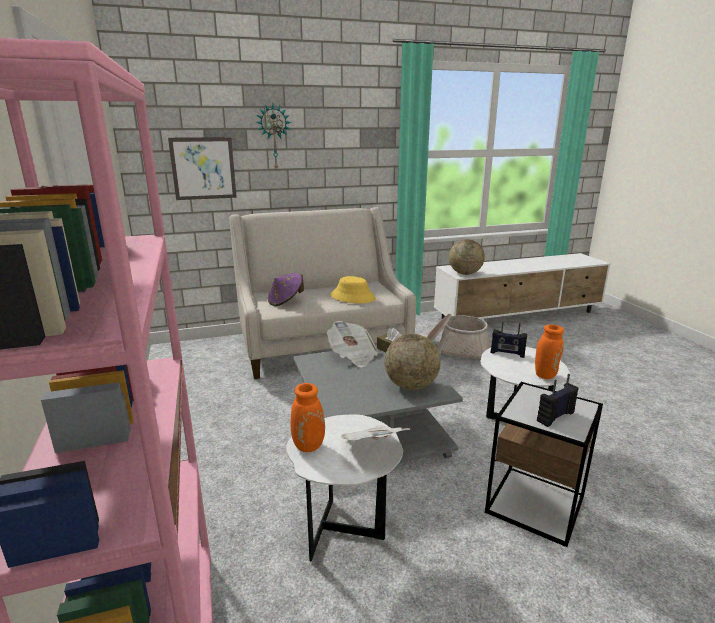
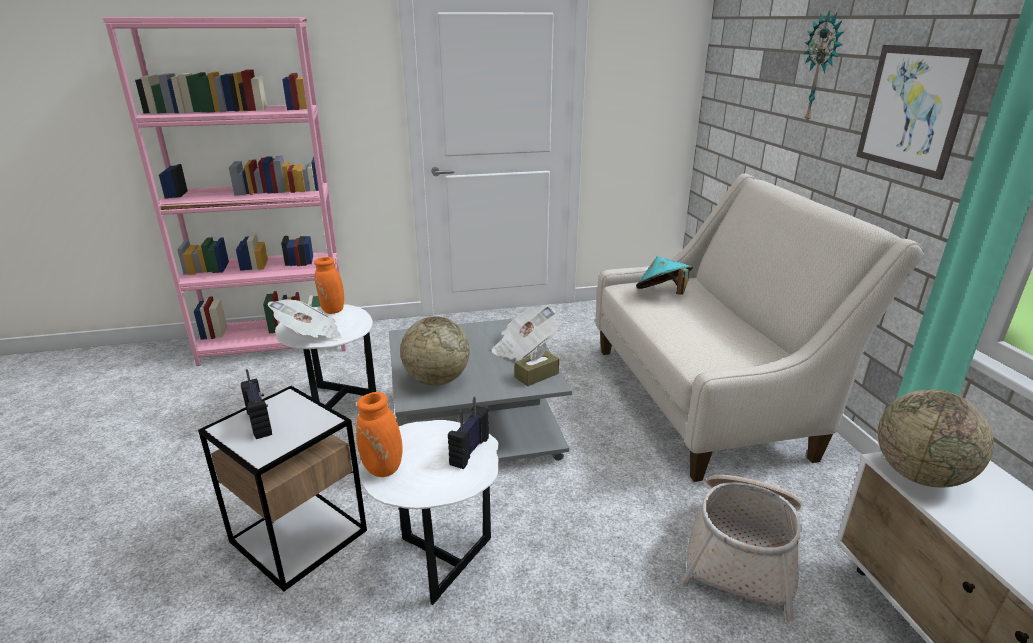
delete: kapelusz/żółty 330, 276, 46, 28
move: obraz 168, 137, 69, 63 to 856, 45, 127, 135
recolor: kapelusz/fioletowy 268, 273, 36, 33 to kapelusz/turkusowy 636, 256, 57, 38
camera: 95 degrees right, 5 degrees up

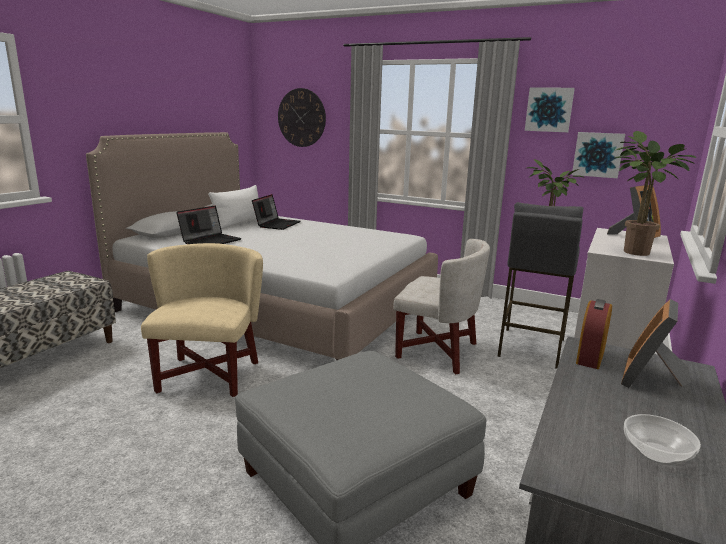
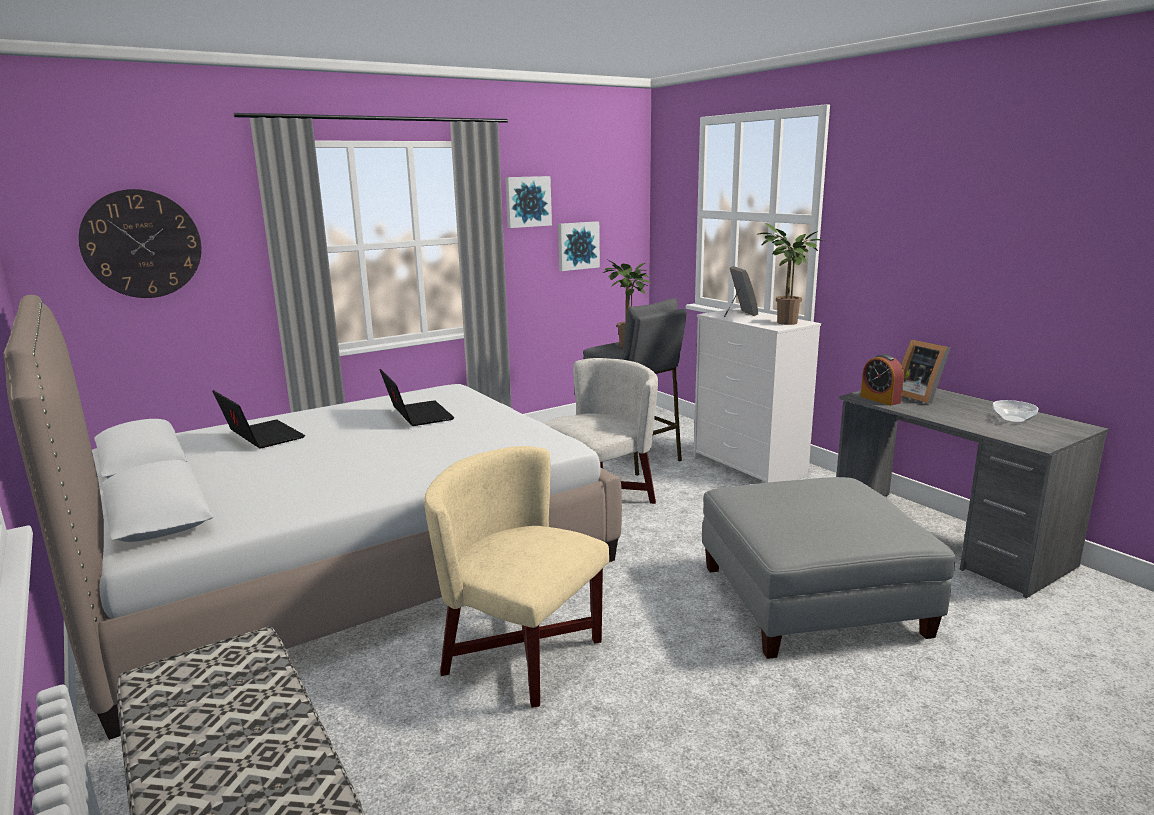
delete: poduszka/biały 208, 185, 51, 44
move: laptop 176, 206, 66, 38 to 380, 369, 75, 57
camera: 60 degrees left, 0 degrees up

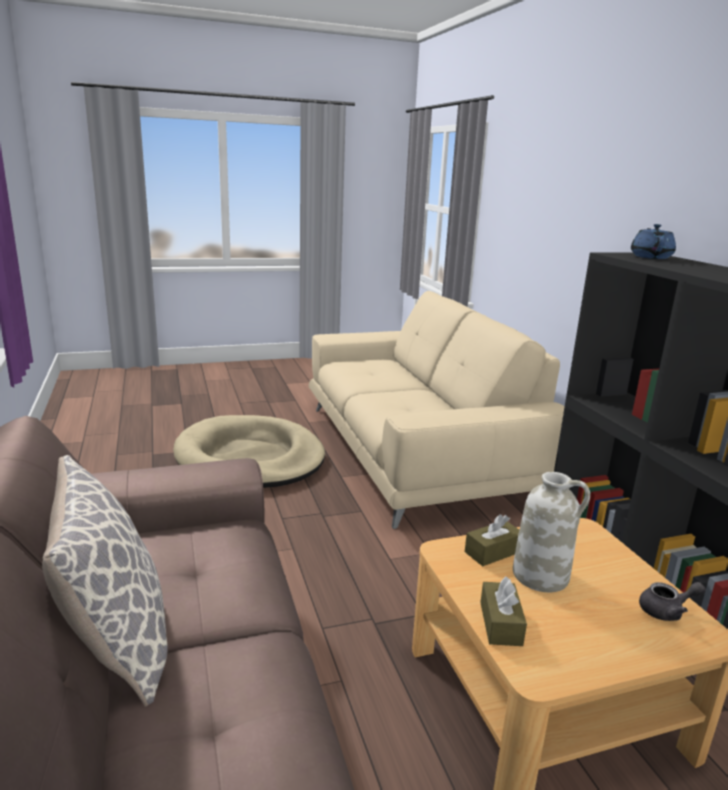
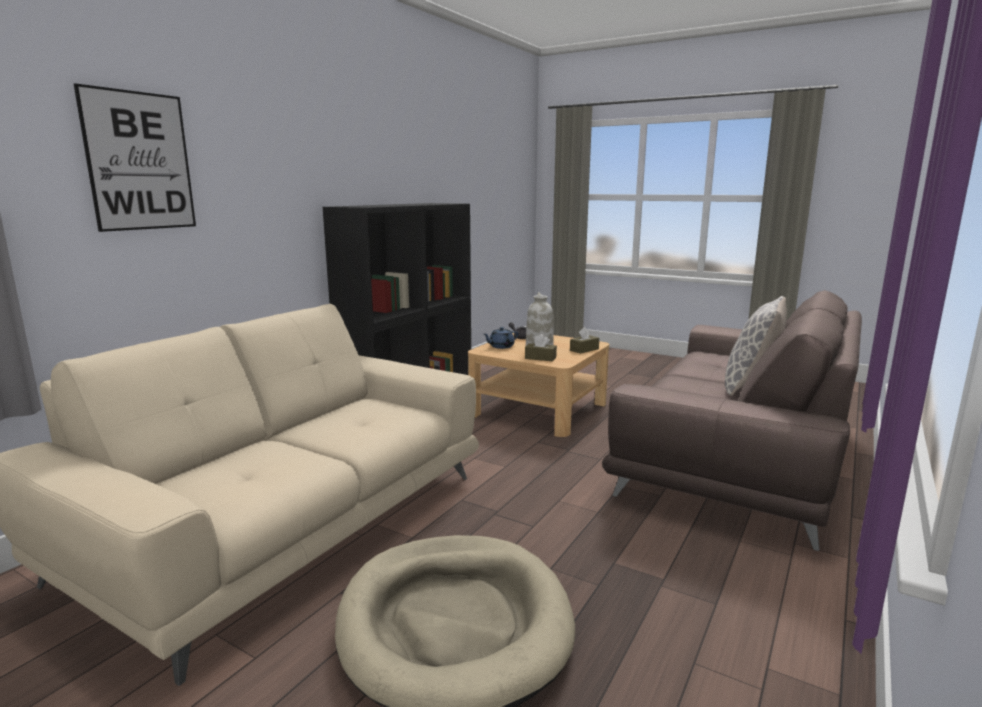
insert: obraz 74, 83, 122, 149
move: imbryk/niebieski 631, 224, 45, 35 to 484, 327, 34, 22
camera: 130 degrees left, 5 degrees down

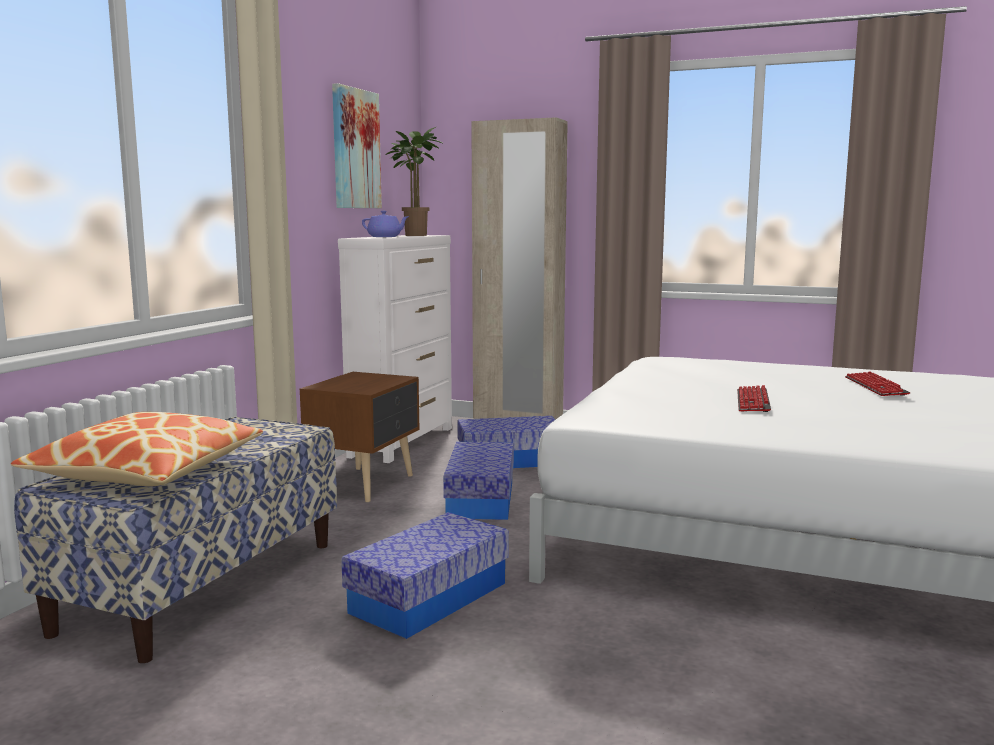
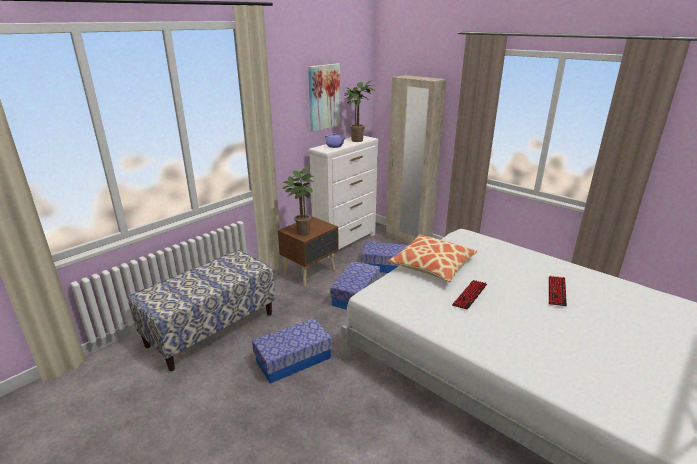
insert: roślina doniczkowa 282, 166, 32, 70
move: poduszka 11, 412, 252, 74 to 388, 234, 89, 49
camera: 20 degrees right, 15 degrees up

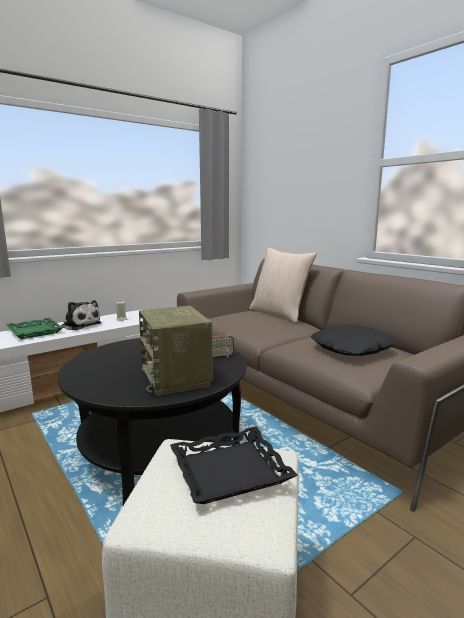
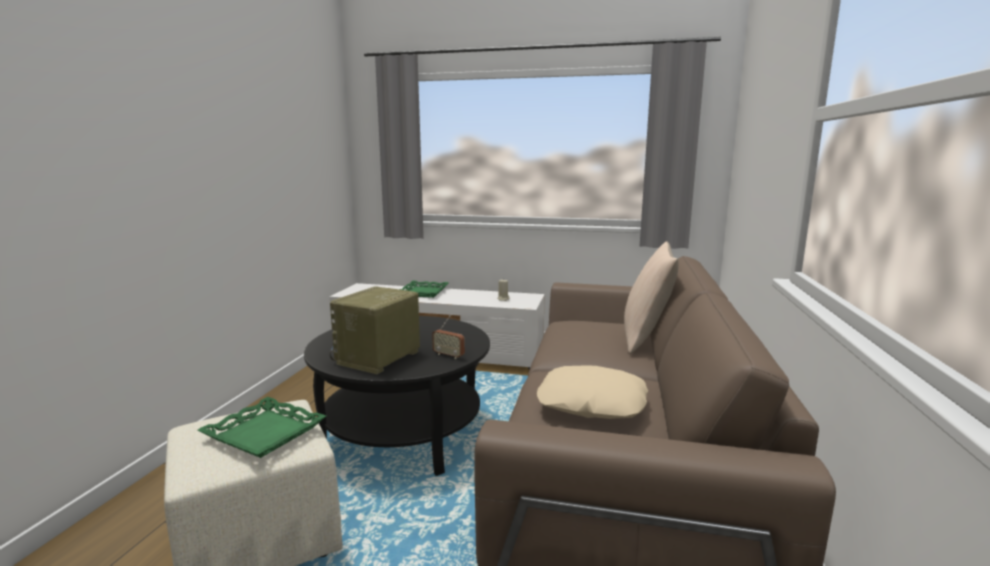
delete: pluszak 61, 300, 41, 30
recolor: poduszka/czarny 311, 325, 85, 31 to poduszka/beżowy 537, 366, 111, 53; taca/czarny 170, 427, 128, 77 to taca/zielony 198, 397, 128, 61
camera: 50 degrees right, 0 degrees up

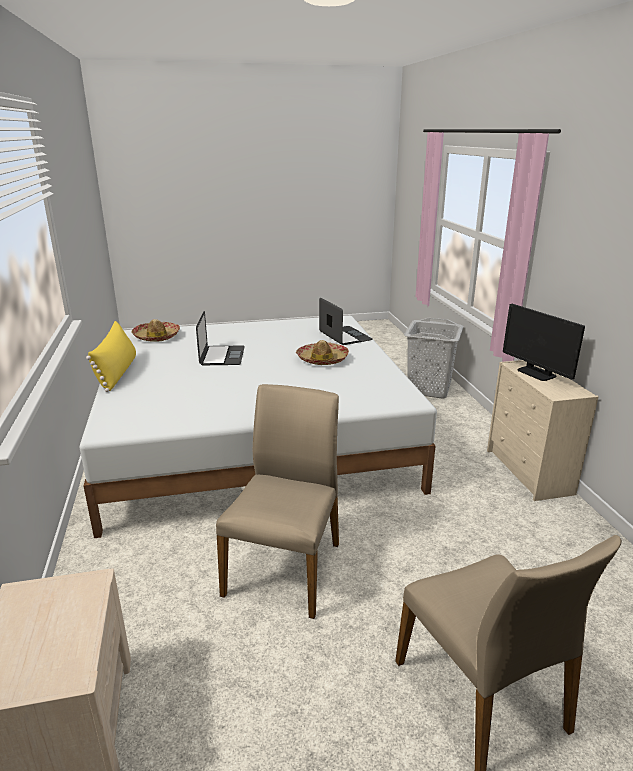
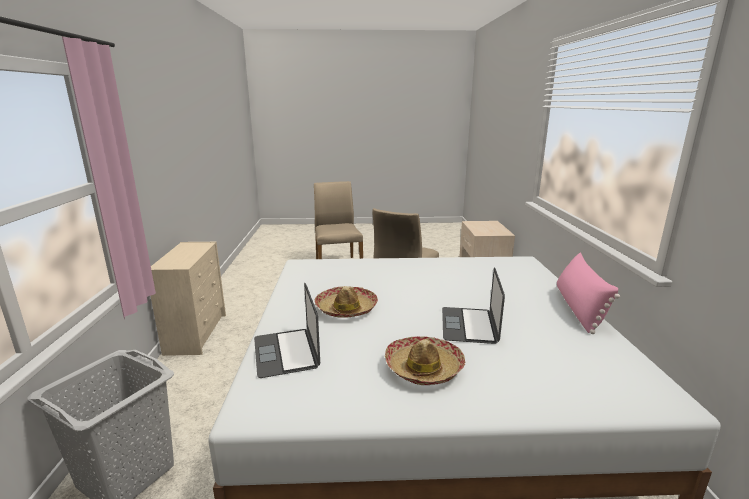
delete: monitor 503, 304, 82, 77
move: kapelusz 131, 319, 49, 23 to 385, 336, 80, 49
recolor: poduszka/żółty 86, 321, 50, 71 to poduszka/różowy 557, 252, 63, 82
camera: 170 degrees left, 5 degrees down

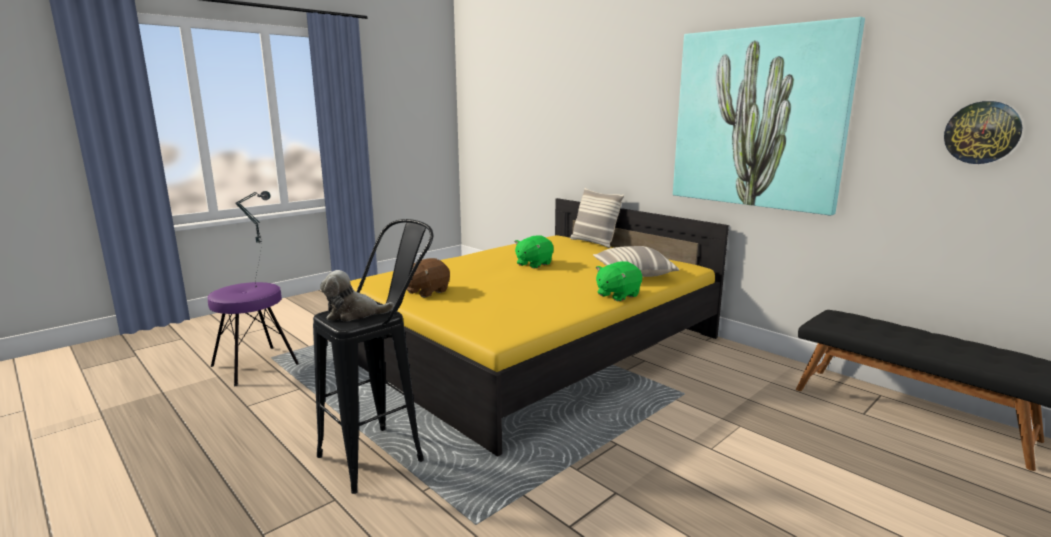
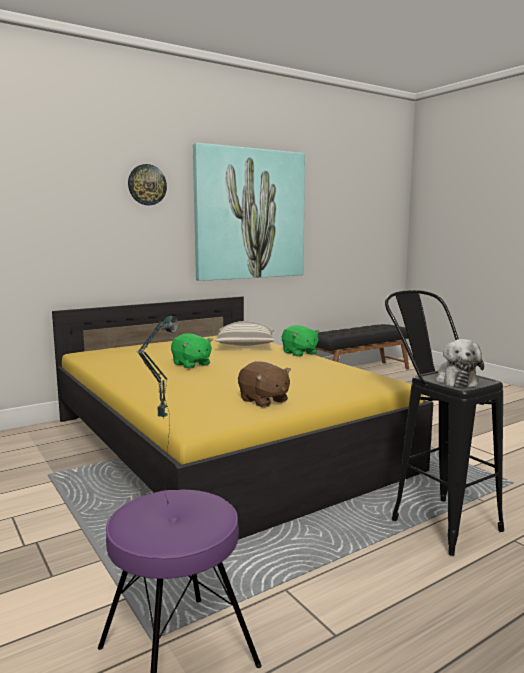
delete: poduszka 570, 188, 54, 60
move: zegar ścienny 944, 101, 78, 63 to 128, 164, 39, 41
camera: 80 degrees left, 5 degrees down

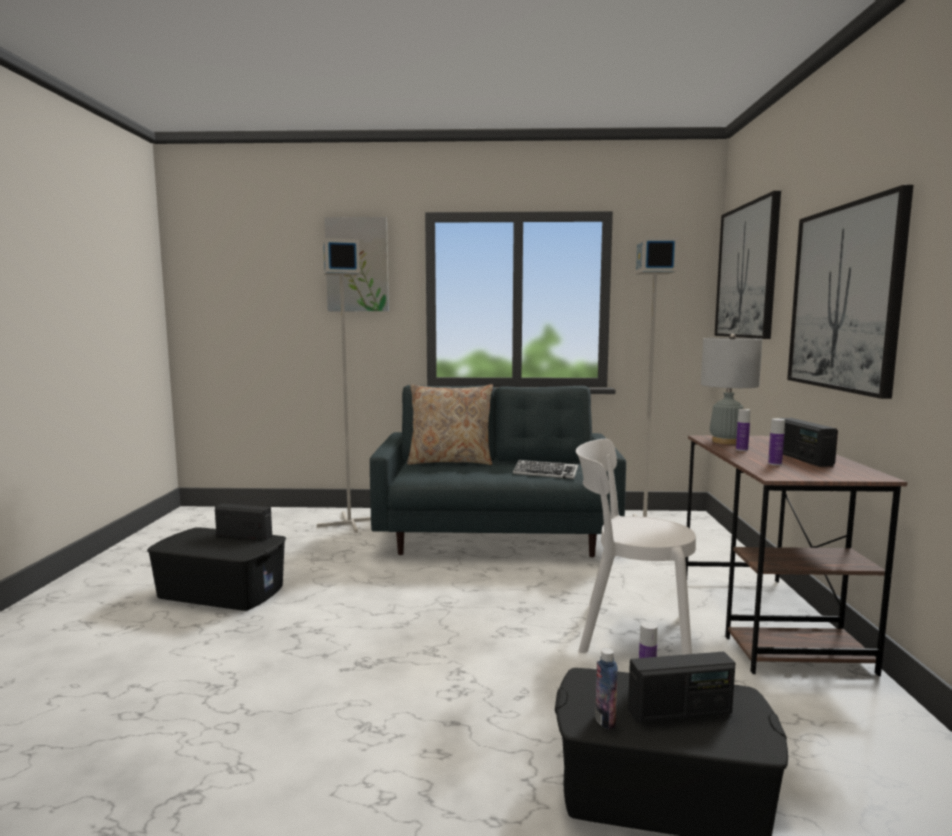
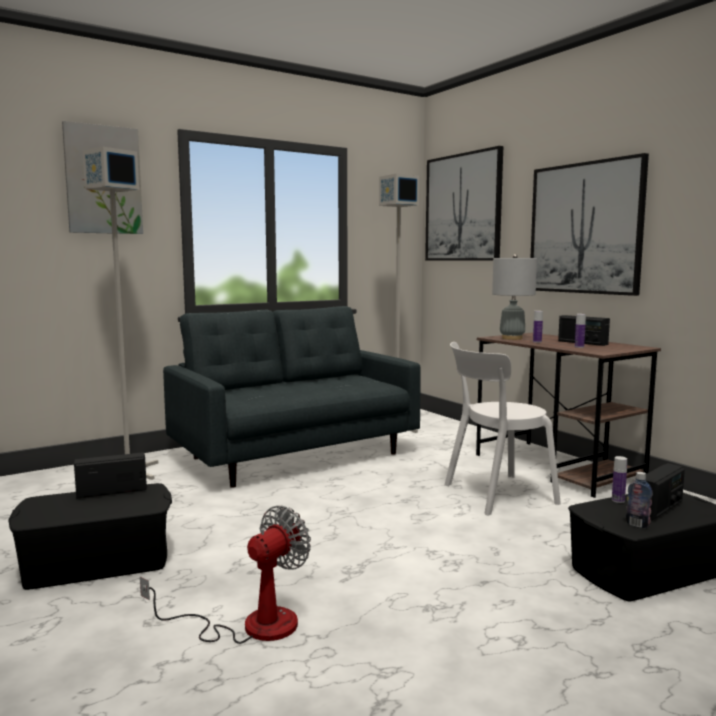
delete: poduszka/beżowy 407, 384, 86, 81; klawiatura 513, 460, 65, 19
insert: wentylator 140, 505, 171, 139
camera: 35 degrees left, 0 degrees up

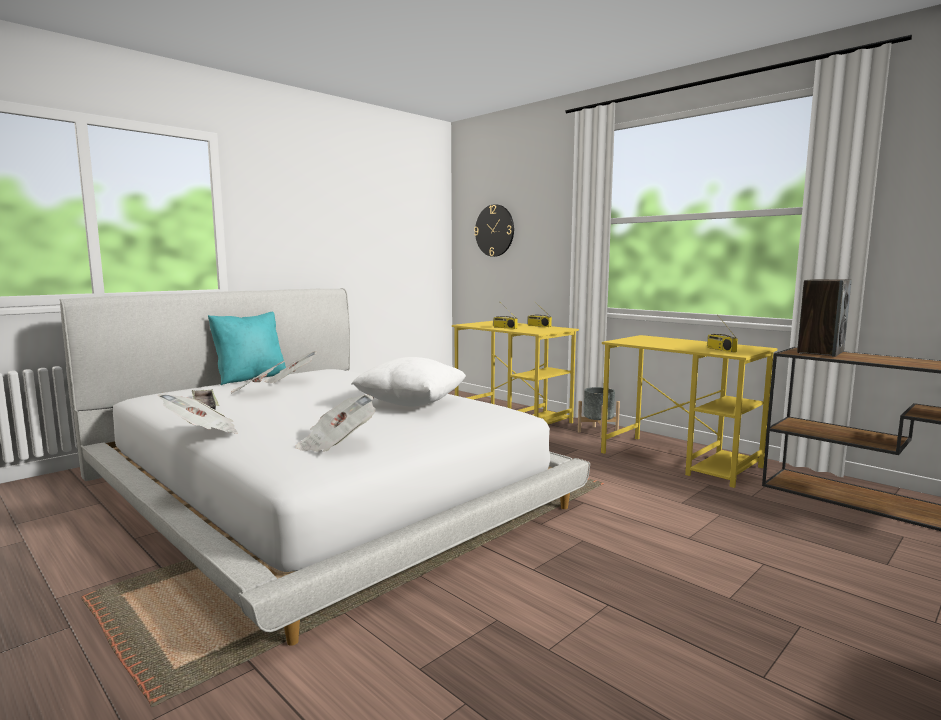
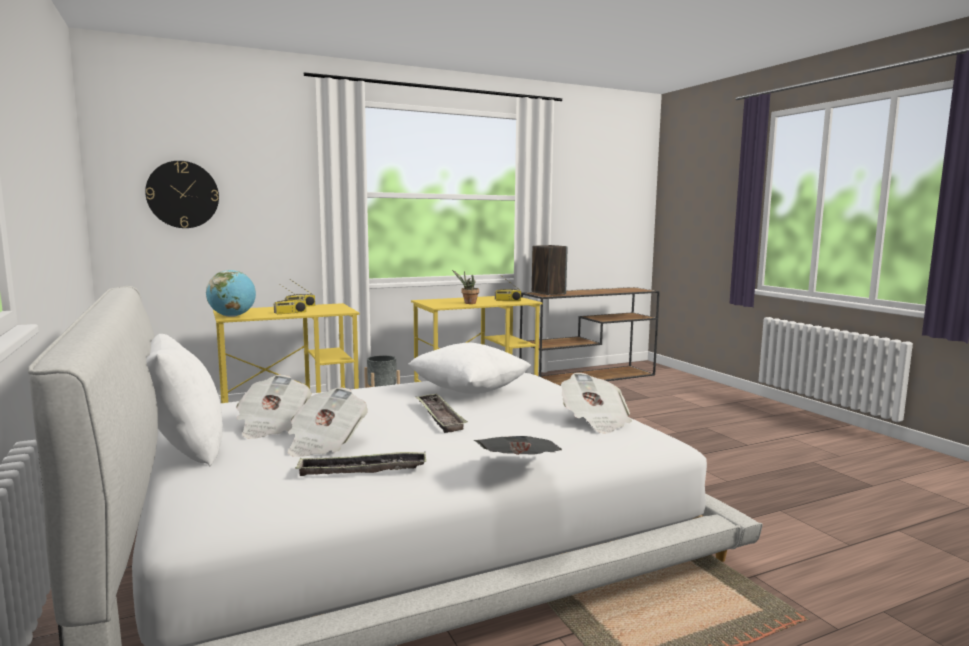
insert: globus 206, 270, 50, 47; roślina doniczkowa 452, 270, 27, 34; taca 415, 393, 53, 40
recolor: poduszka/turkusowy 208, 312, 81, 73 to poduszka/biały 146, 334, 77, 132
camera: 70 degrees left, 0 degrees up

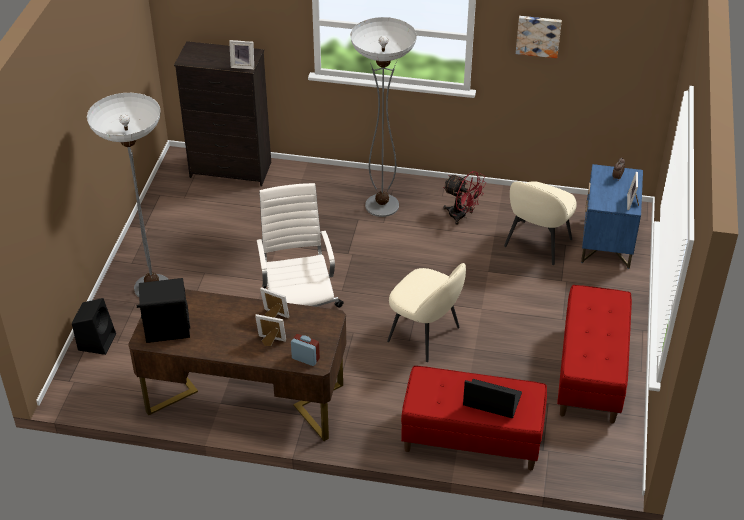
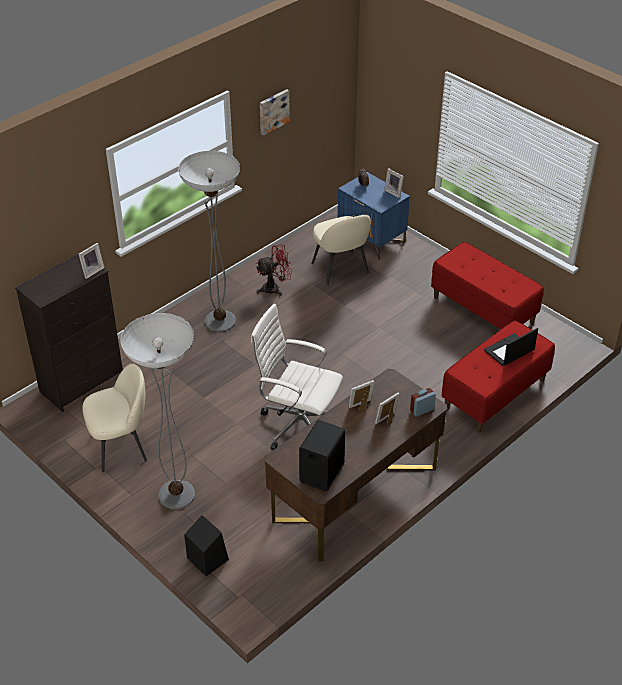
move: krzesło/beżowy 387, 263, 79, 99 to 82, 364, 65, 108
camera: 55 degrees left, 0 degrees up

